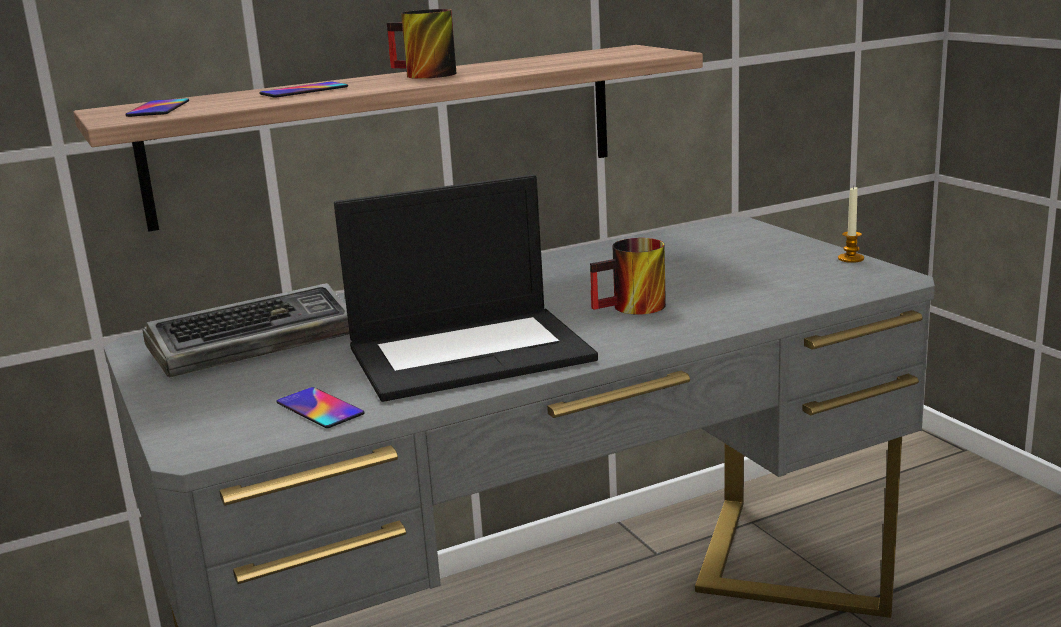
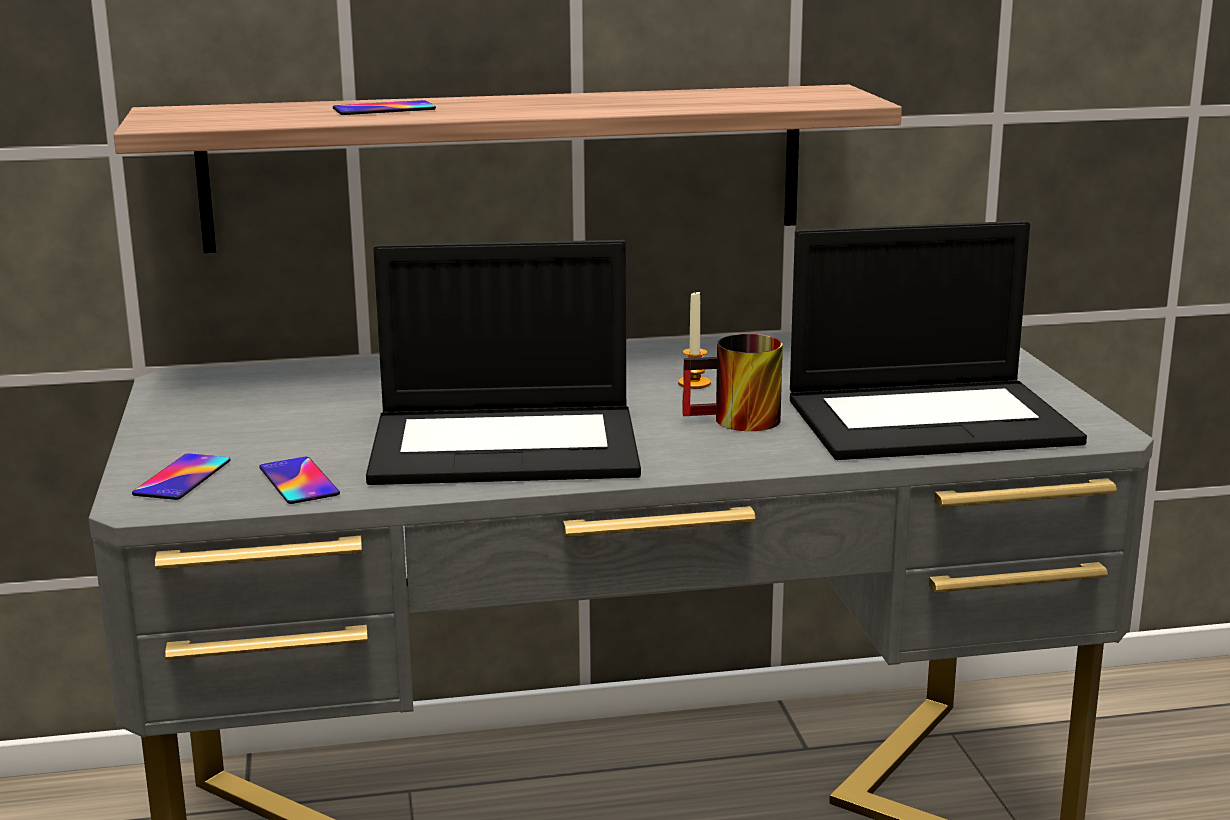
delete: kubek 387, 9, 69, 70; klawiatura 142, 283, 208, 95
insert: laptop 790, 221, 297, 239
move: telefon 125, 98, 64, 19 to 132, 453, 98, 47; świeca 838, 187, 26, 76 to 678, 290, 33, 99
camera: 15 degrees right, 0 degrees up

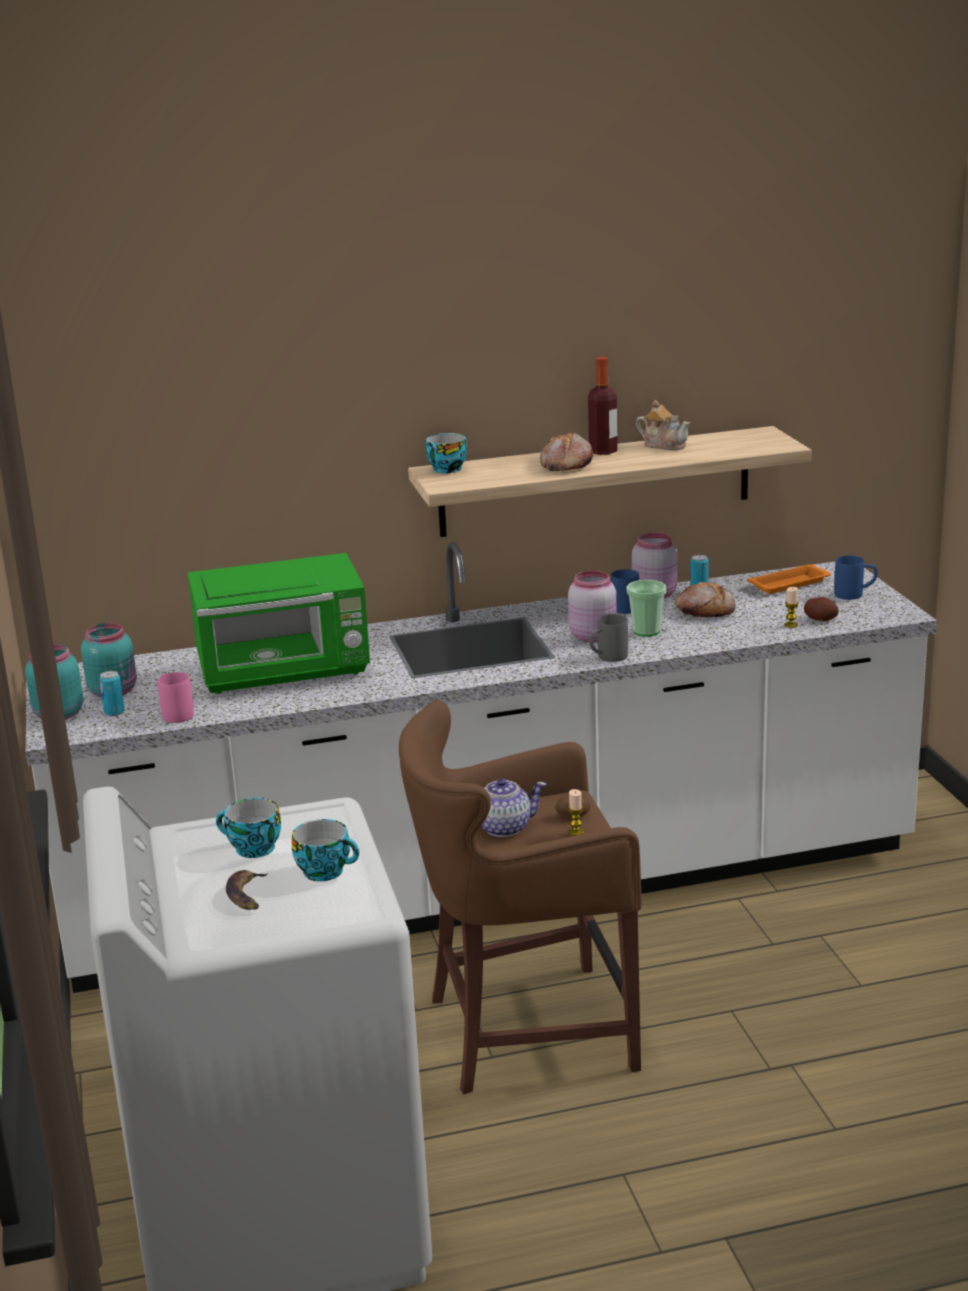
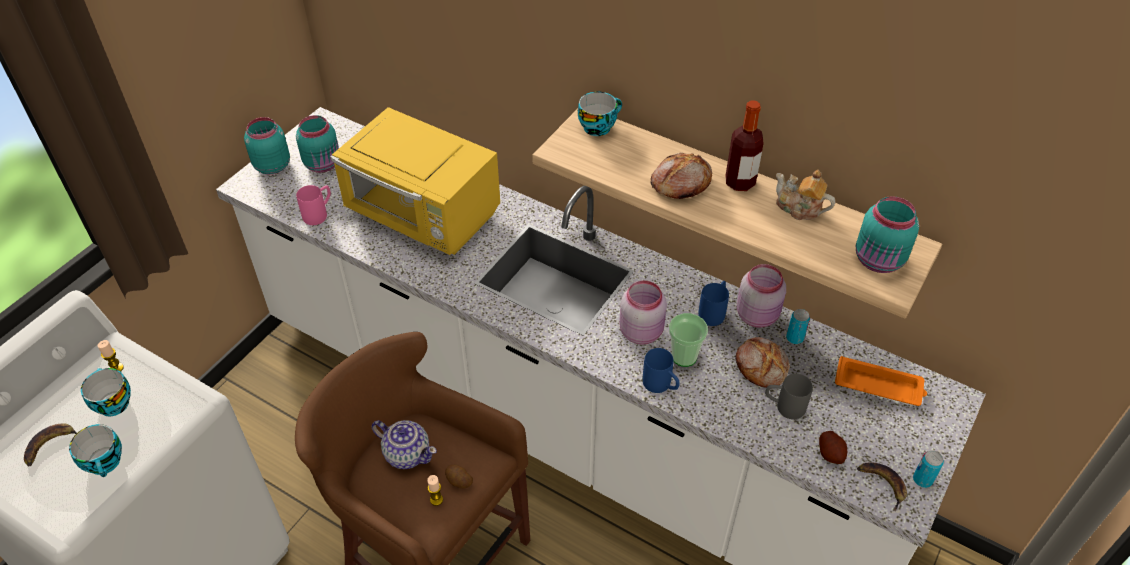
insert: słoik/turkusowy 856, 196, 63, 77; banan 857, 462, 50, 49
move: kubek/niebieski 834, 556, 44, 44 to 643, 348, 37, 45; świeca 784, 587, 15, 41 to 97, 340, 27, 32; kubek/szary 589, 614, 39, 48 to 765, 373, 48, 46; puszka 99, 671, 26, 45 to 913, 450, 31, 38
recolor: mikrofalówka/zielony 187, 553, 183, 141 to mikrofalówka/żółty 330, 107, 170, 148
rotate: imbryk 636, 400, 54, 50 = 776, 170, 59, 50 135 degrees clockwise
camera: 45 degrees right, 25 degrees up

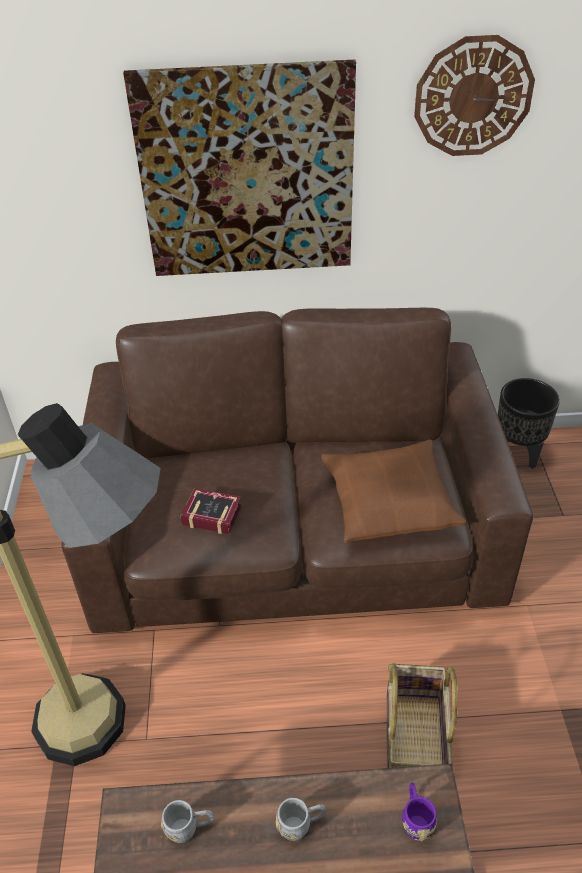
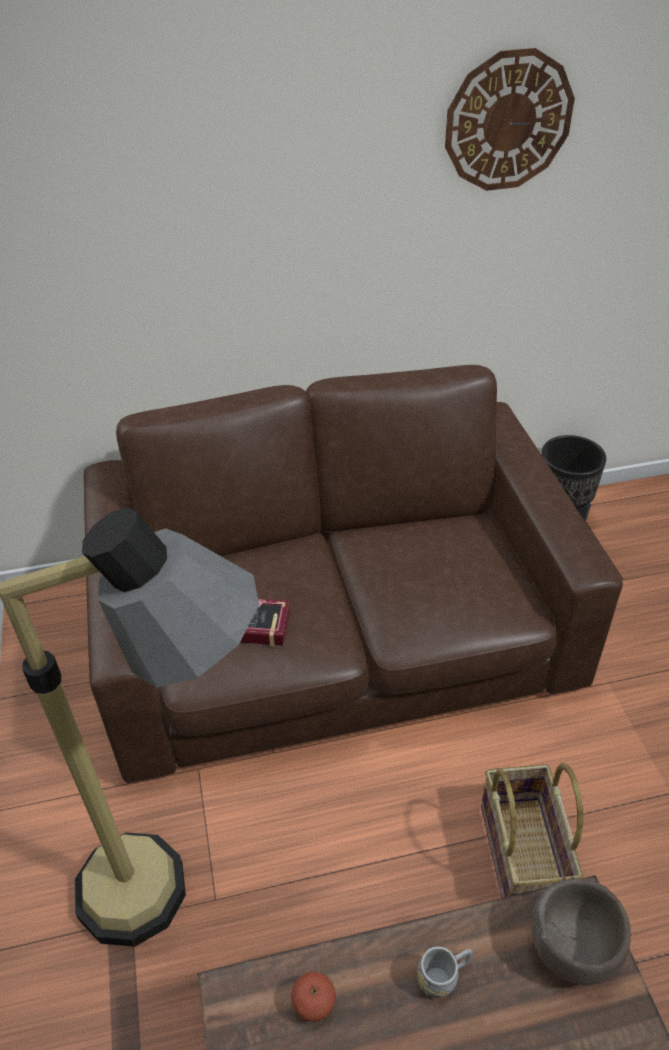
delete: obraz 123, 60, 233, 216; poduszka/brązowy 321, 440, 145, 103
replace: kubek/fioletowy 402, 783, 35, 58 to miska/brązowy 532, 878, 99, 107; kubek/szary 161, 800, 53, 43 to jabłko 291, 972, 45, 50
camera: 10 degrees left, 0 degrees up

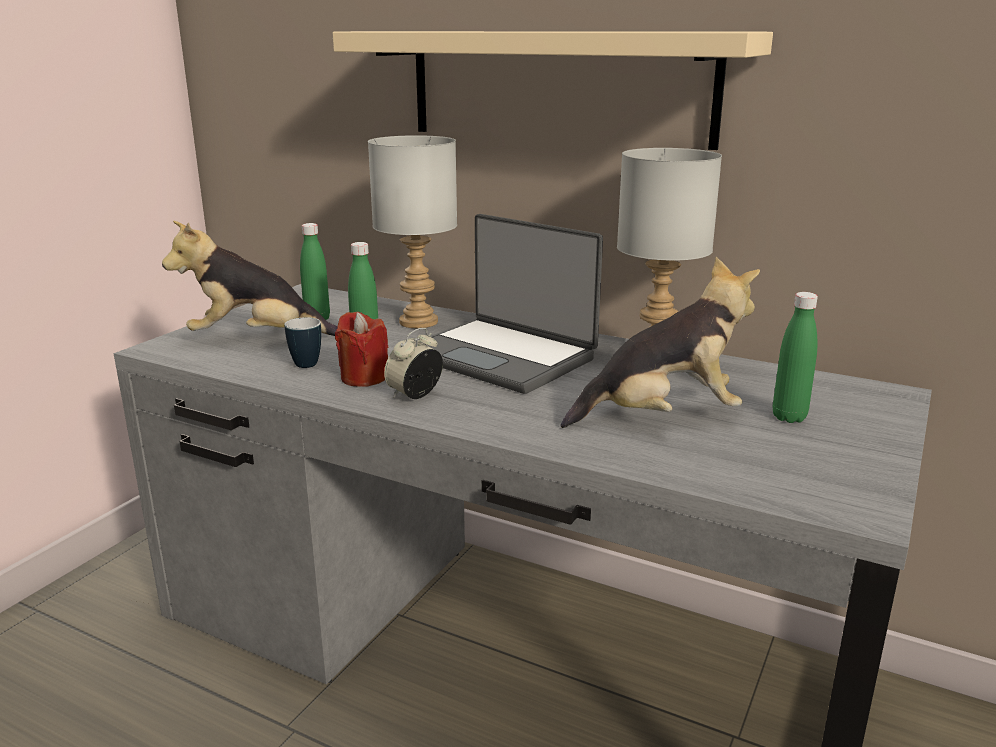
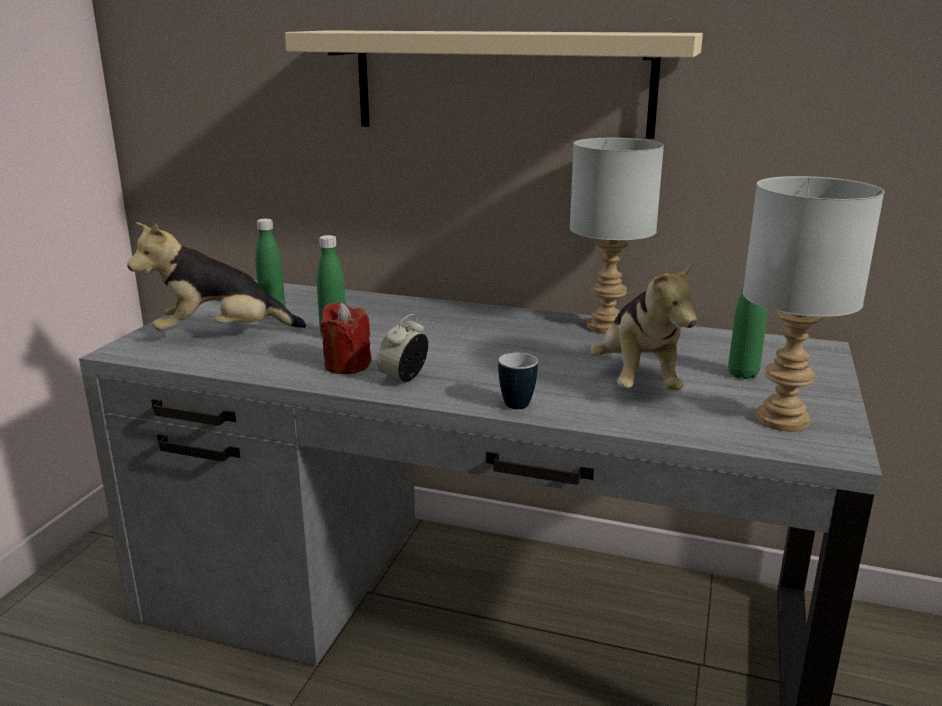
delete: laptop 421, 214, 182, 180
move: lampa stołowa/szary 368, 135, 89, 193 to 743, 176, 141, 256; kubek 284, 317, 37, 51 to 498, 353, 40, 56
rotate: pluszak 561, 257, 199, 171 = 590, 260, 107, 130 105 degrees clockwise
camera: 10 degrees left, 0 degrees up

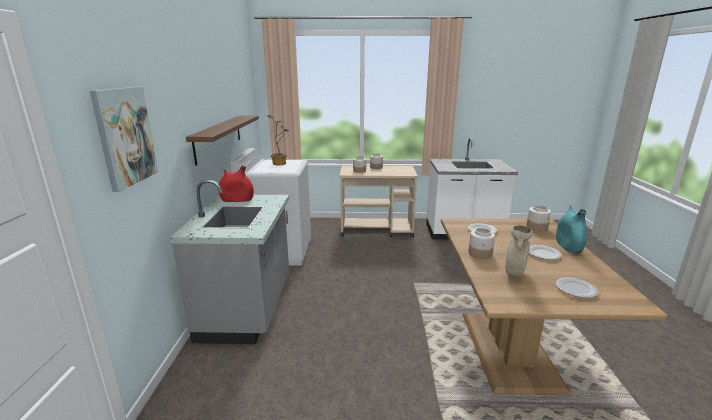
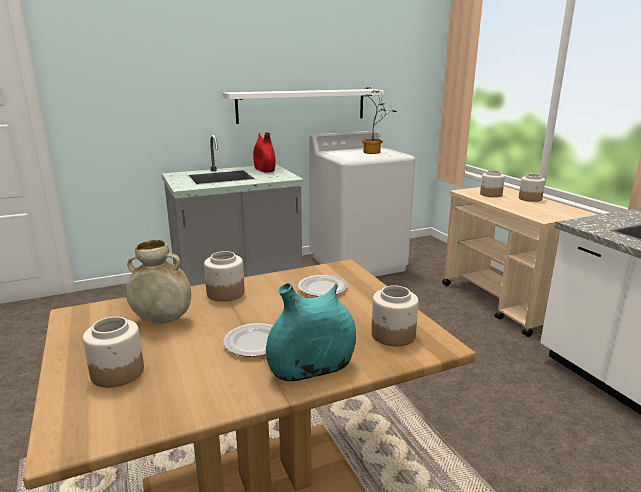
delete: obraz 90, 86, 68, 106
replace: talerz 556, 277, 43, 21 to słoik 83, 317, 61, 71
recolor: półka/brązowy 186, 115, 73, 51 to półka/biały 223, 89, 161, 35
camera: 65 degrees right, 0 degrees up

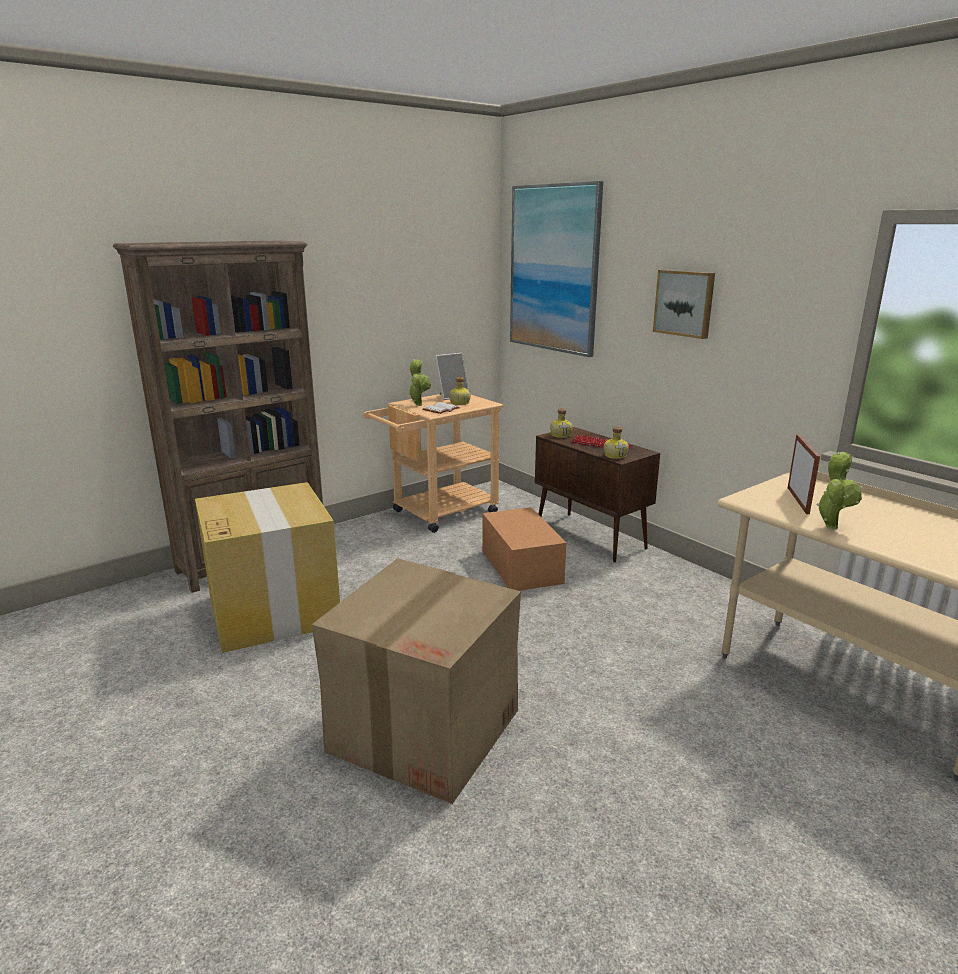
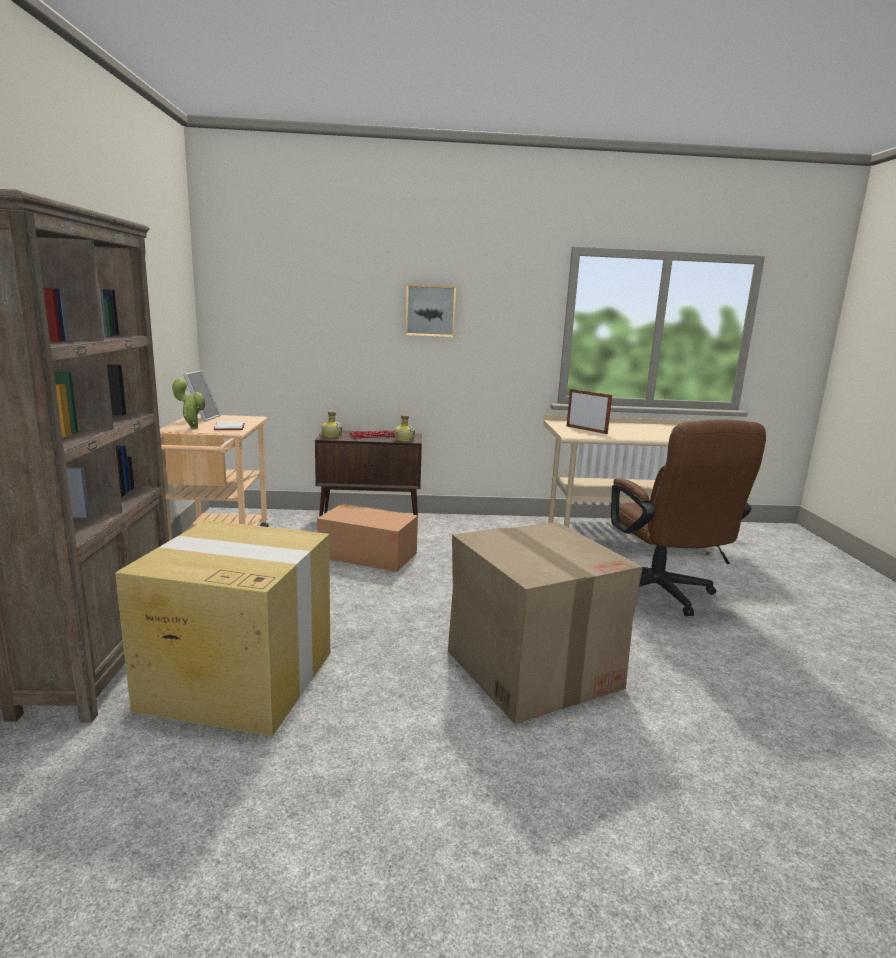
delete: obraz 510, 181, 93, 176; butelka 449, 377, 22, 28; roślina doniczkowa 816, 452, 47, 77
insert: krzesło biurowe/brązowy 611, 419, 155, 197
camera: 55 degrees left, 5 degrees down

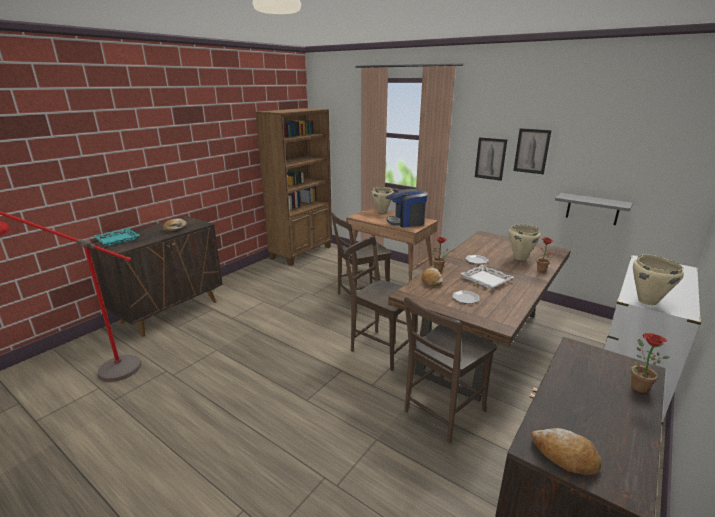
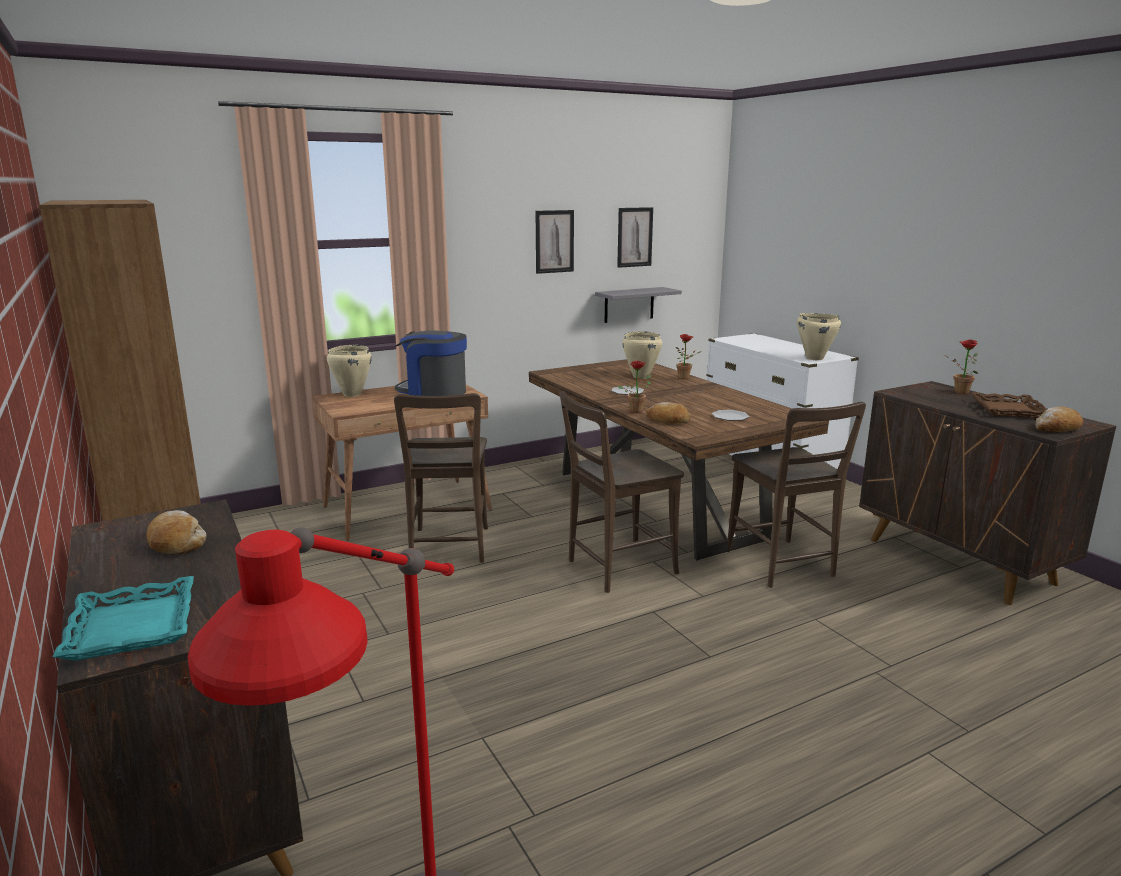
delete: taca/biały 460, 265, 54, 24
insert: taca/brązowy 971, 392, 76, 26
move: obraz 475, 137, 32, 44 to 617, 207, 36, 61
rotate: ekspres do kawy 386, 189, 42, 38 = 395, 330, 72, 66 90 degrees clockwise
camera: 65 degrees left, 5 degrees down

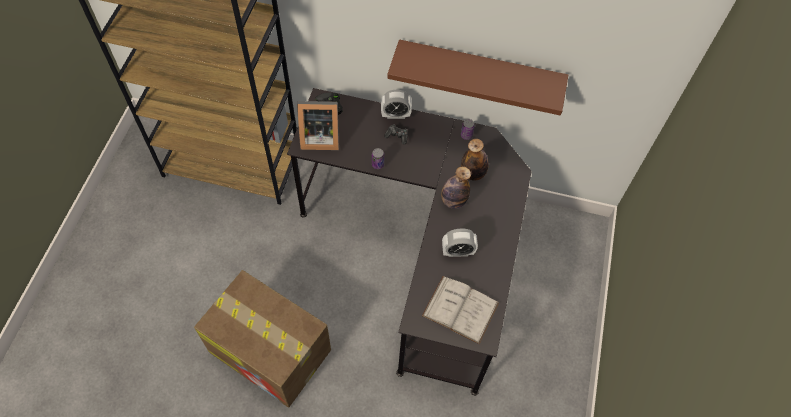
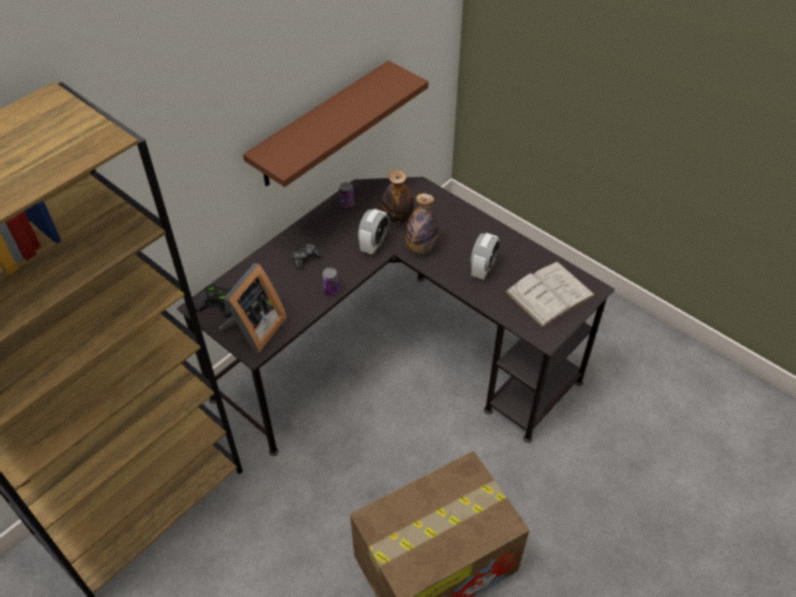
move: budzik 381, 90, 31, 29 to 358, 209, 31, 46
camera: 60 degrees left, 10 degrees down

